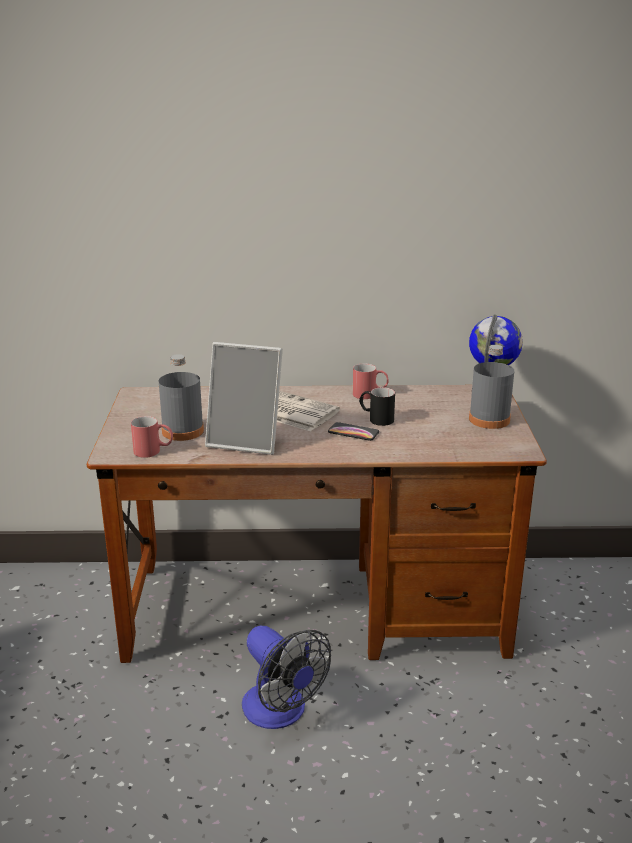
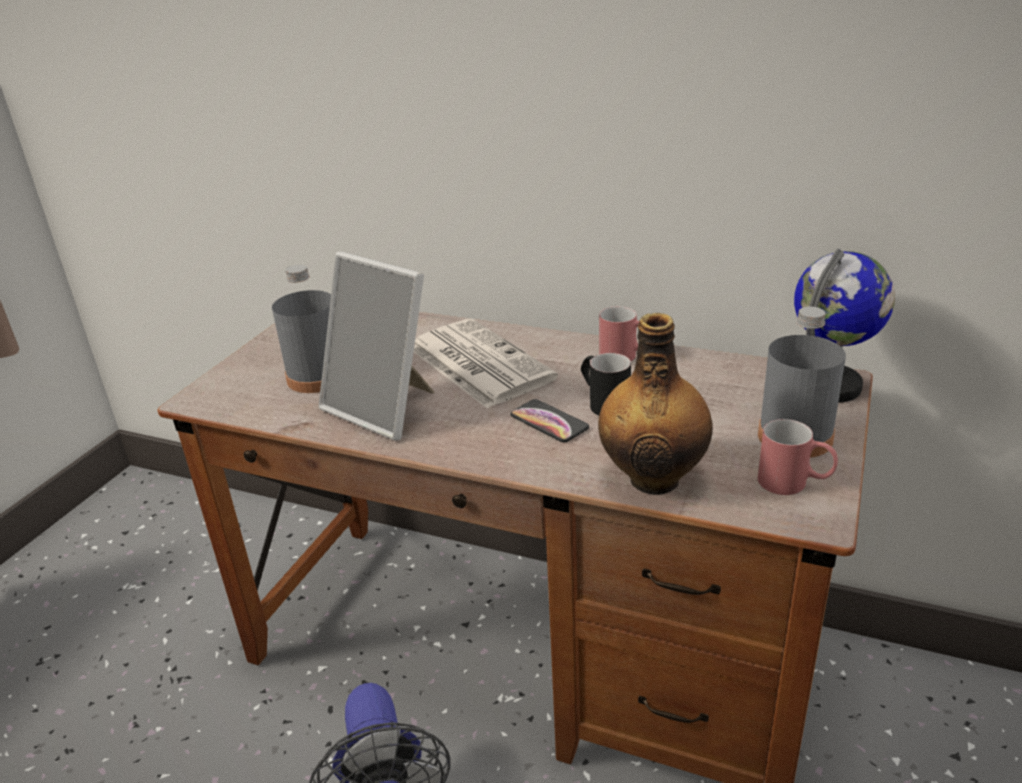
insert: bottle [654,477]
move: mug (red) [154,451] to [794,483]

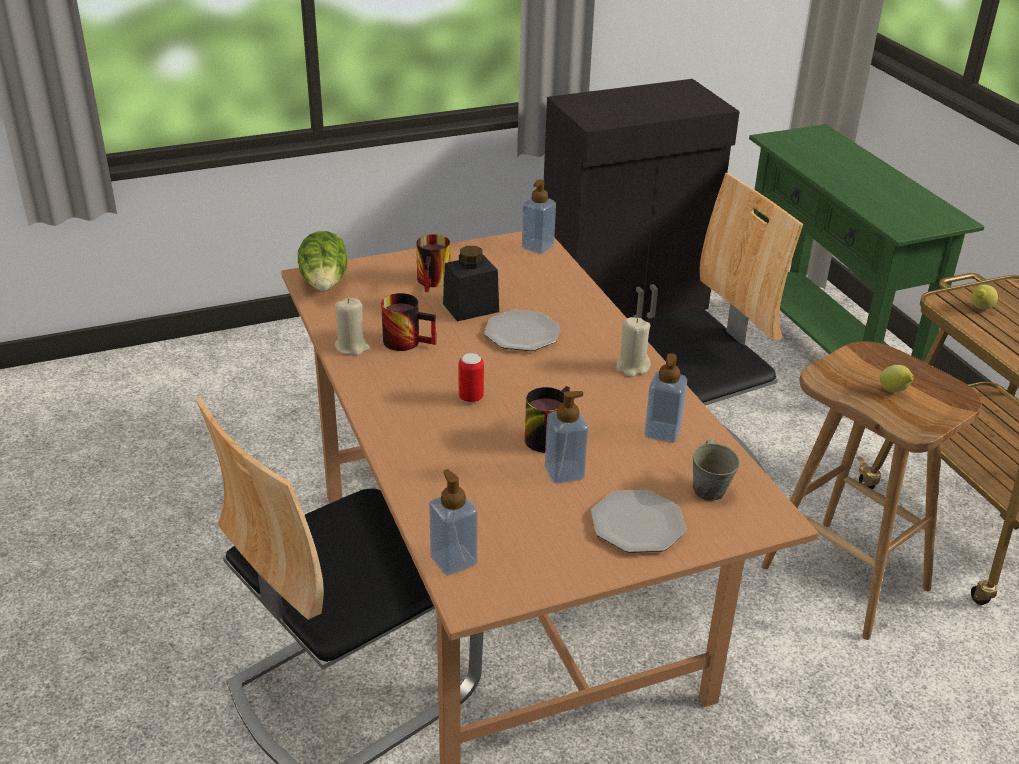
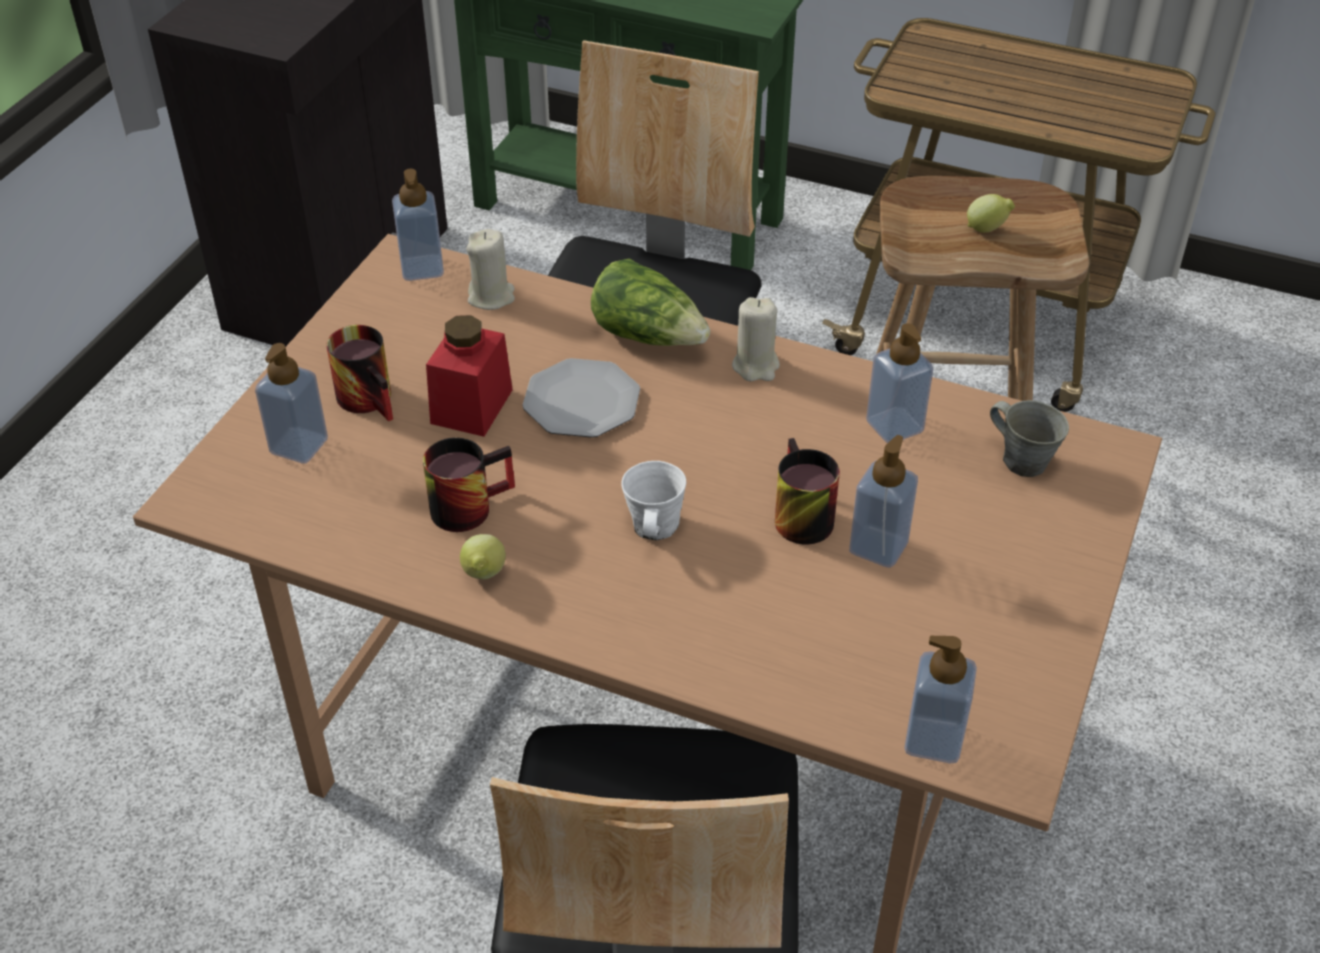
delete: plate [638,524]
insert: soap dispenser [299,446]
move: lettuce [325,283] to [649,335]; lemon [980,309] to [484,576]; candle (beige) [352,347] to [491,297]
replace: can [471,398] to mug (white) [654,528]
recolor: jar (black) [471,308] to jar (red) [471,406]

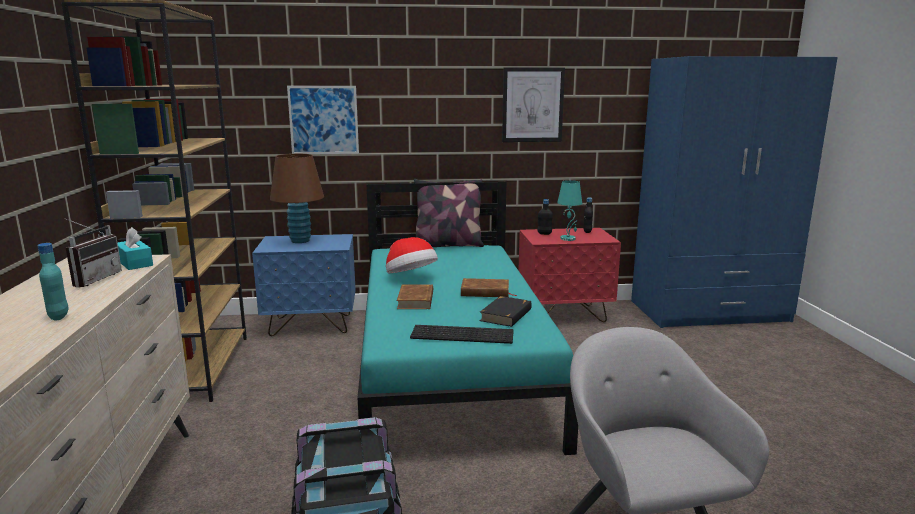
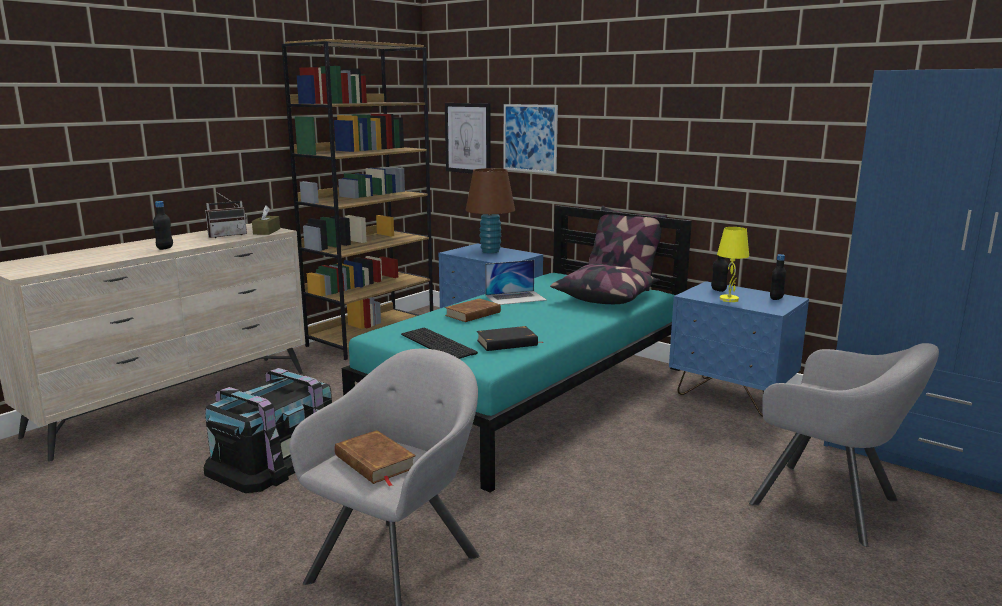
insert: pillow [605,298]; armchair (grey) [831,504]
move: picture [532,105] to [468,138]; book (brown) [485,292] to [374,462]
replace: hat [410,277] to laptop [516,298]
recolor: table lamp (turquoise) [568,239] to table lamp (yellow) [729,299]; tissue box (turquoise) [135,263] to tissue box (brown) [266,231]; nightstand (red) [564,315] to nightstand (blue) [732,396]; bottle (turquoise) [58,316] to bottle (black) [165,248]

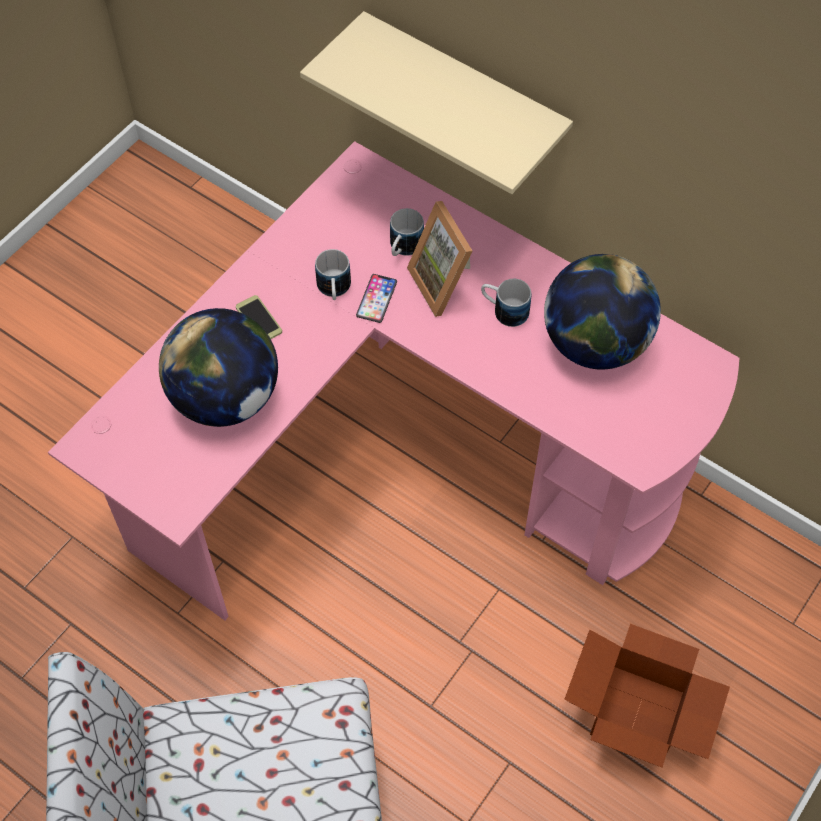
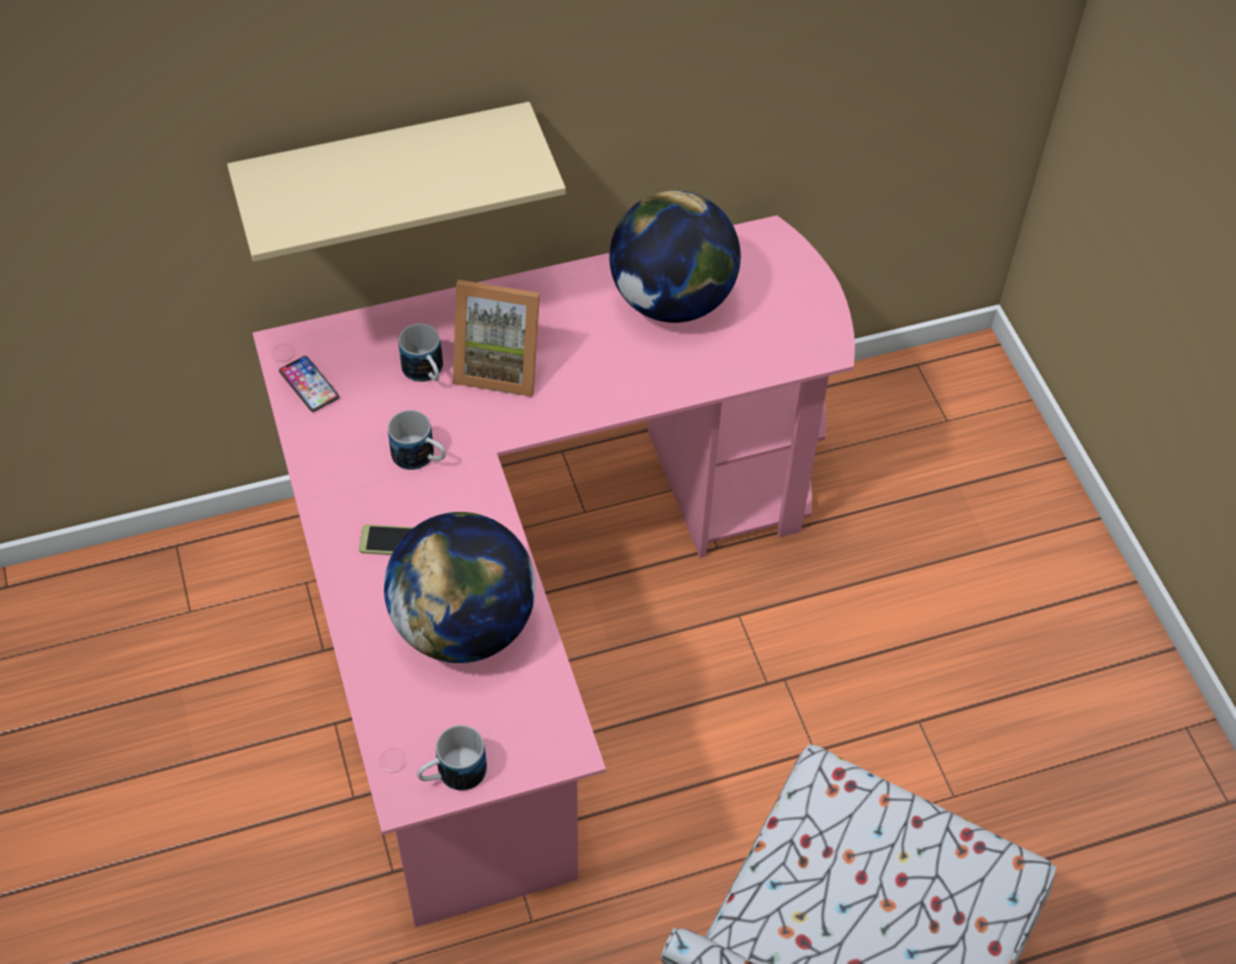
delete: cardboard box [639,716]
move: phone [376,299] to [309,384]; mug [504,310] to [452,775]

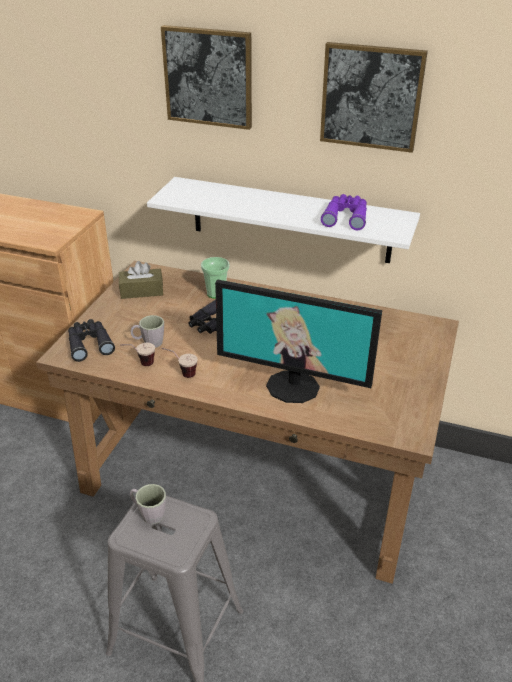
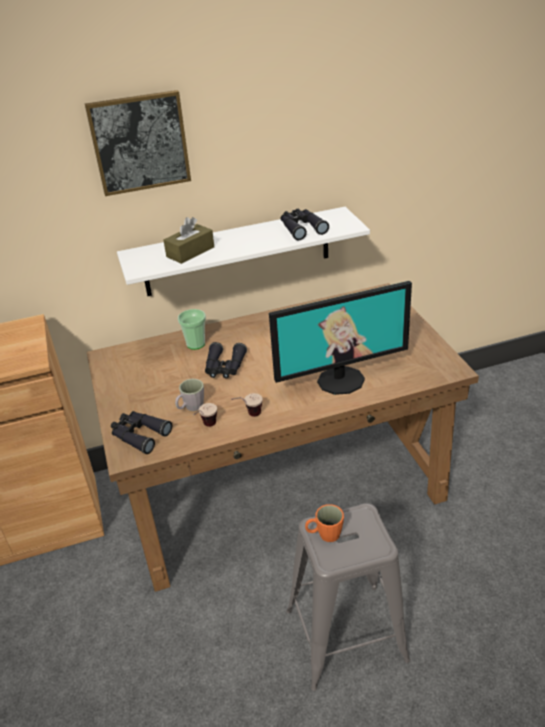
delete: picture [371,97]
move: tissue box (brown) [141,291] to [190,252]
recolor: binoculars (purple) [346,217] to binoculars (black) [301,228]; mug (grey) [148,513] to mug (orange) [324,534]

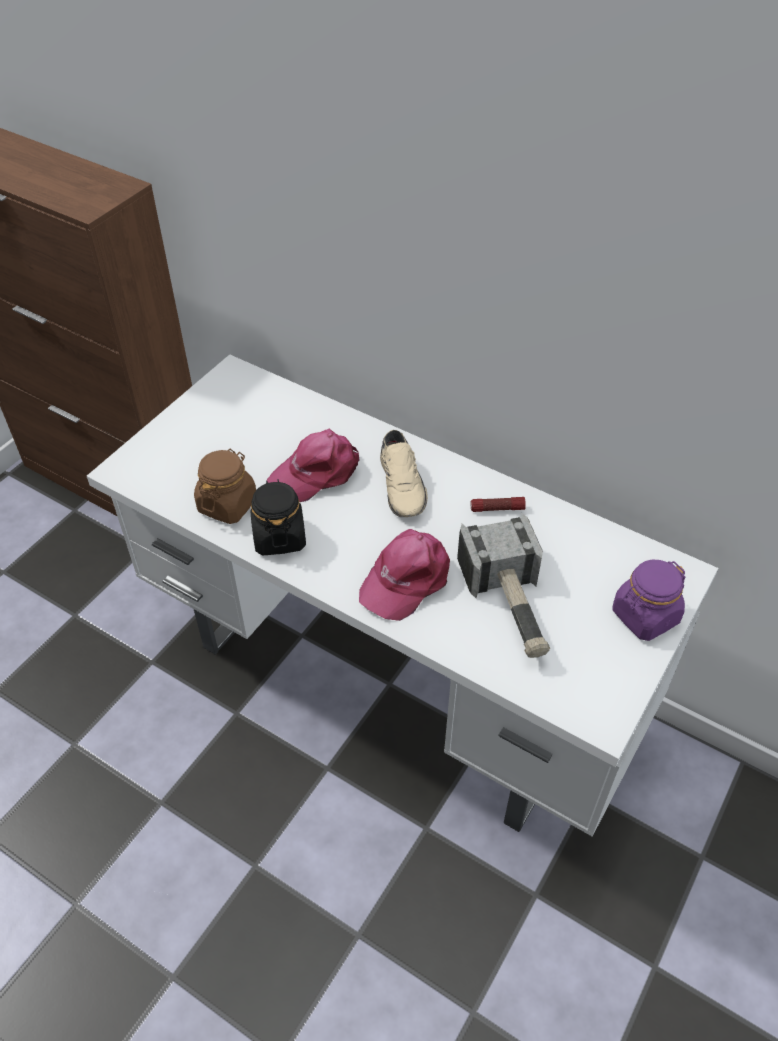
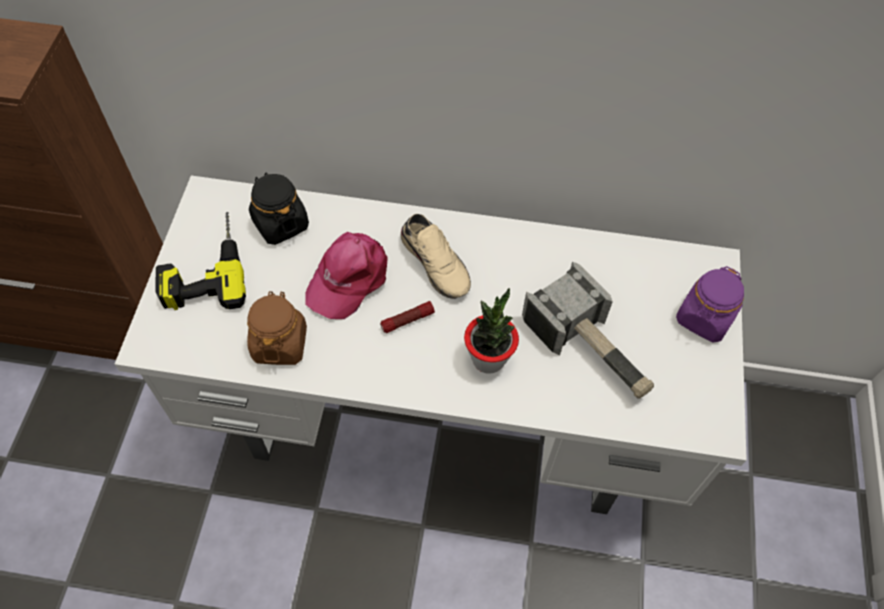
insert: power drill [203,267]
move: jar (black) [279,537] to [280,223]; flashlight [497,509] to [407,321]
replace: cap (pink) [406,579] to potted plant [488,359]

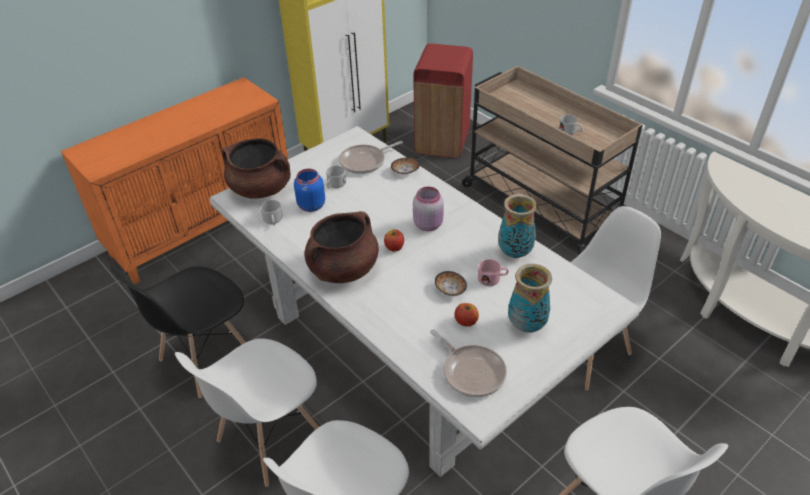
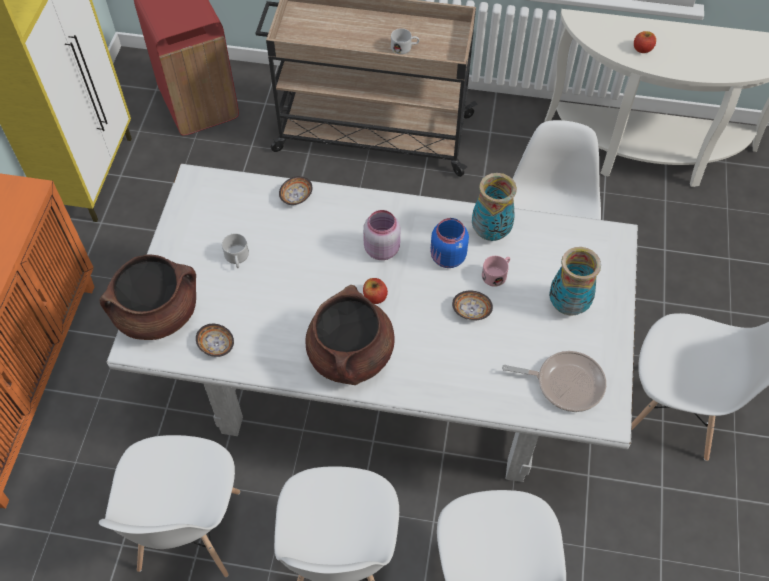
delete: frying pan [365,162]
move: jar (blue) [310,206] to [447,258]; apple [466,321] to [642,49]
replace: mug (white) [273,221] to bowl [216,345]
recolor: chair (black) [206,359] to chair (white) [189,532]

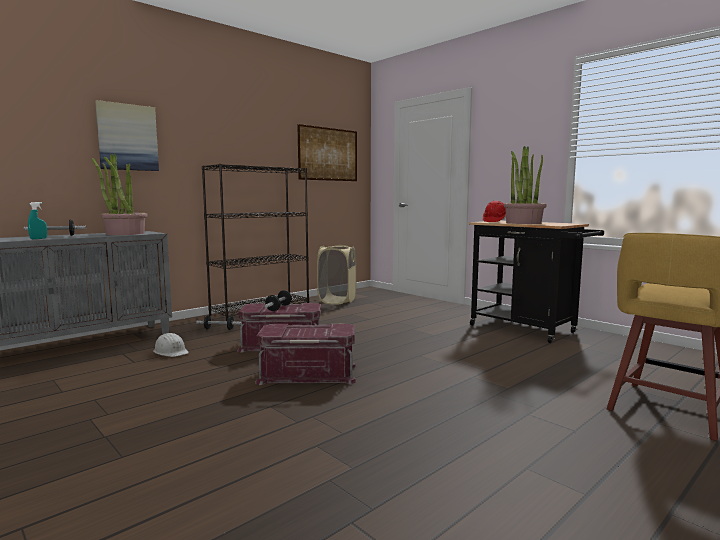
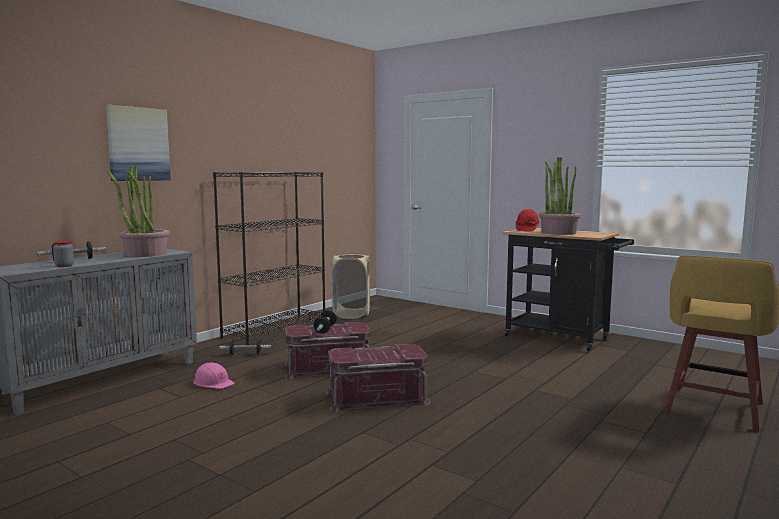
delete: picture [328,154]
replace: spray bottle (turquoise) [38,239] to jar [64,266]
recolor: hard hat (white) [171,352] to hard hat (pink) [213,383]

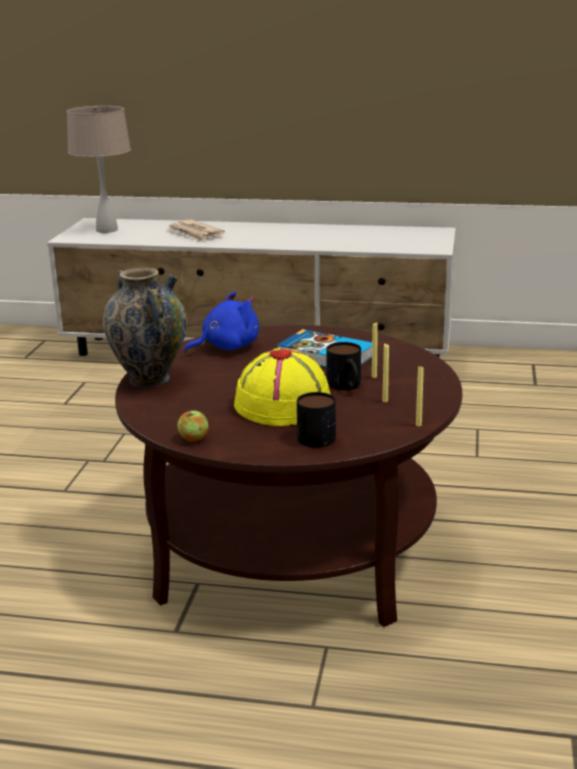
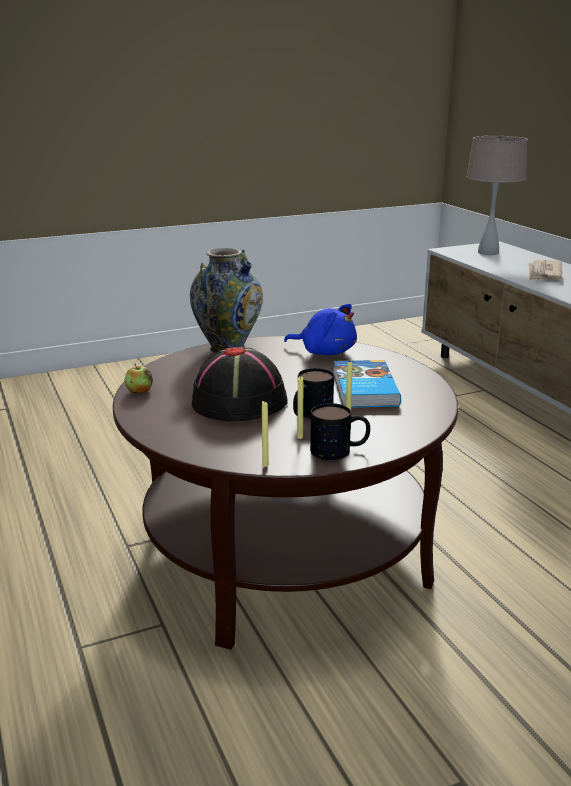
move: mug [321,434] to [340,450]
recolor: hat (yellow) [283,404] to hat (black) [240,401]

